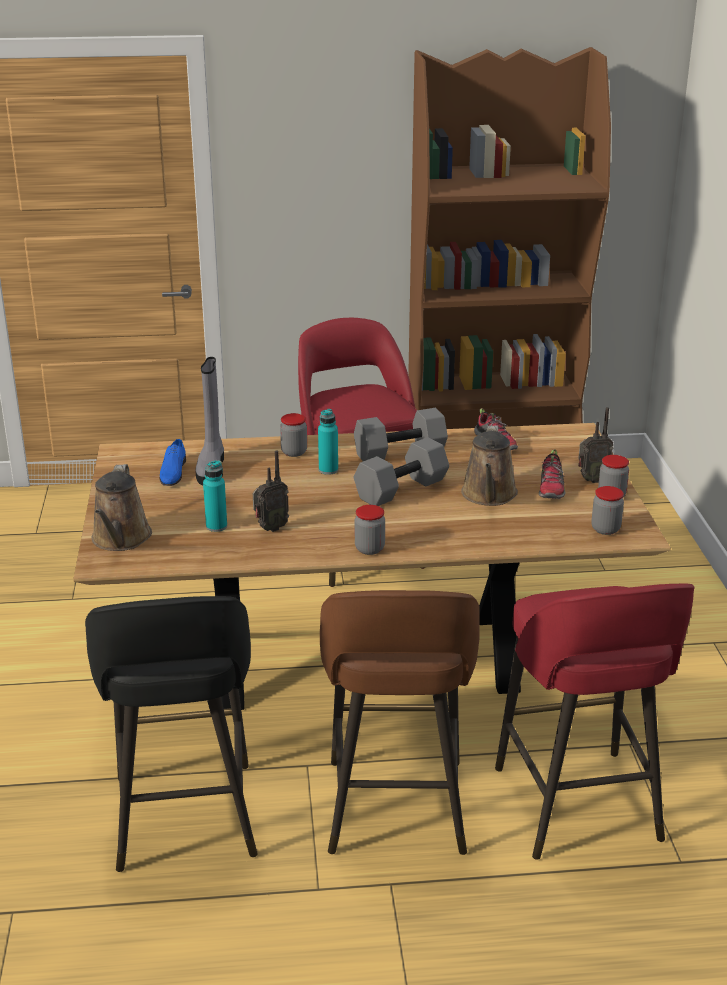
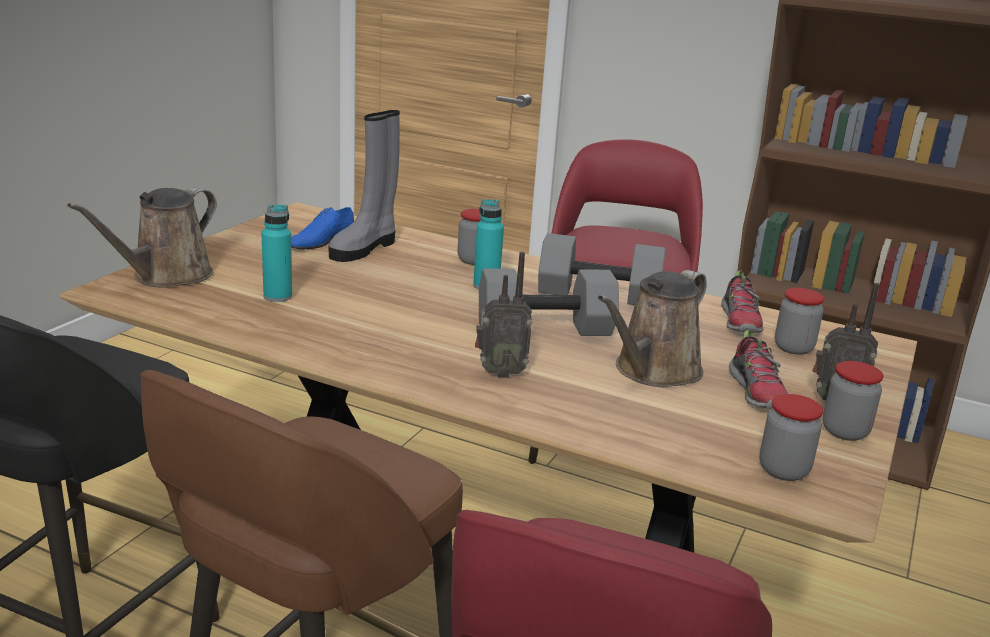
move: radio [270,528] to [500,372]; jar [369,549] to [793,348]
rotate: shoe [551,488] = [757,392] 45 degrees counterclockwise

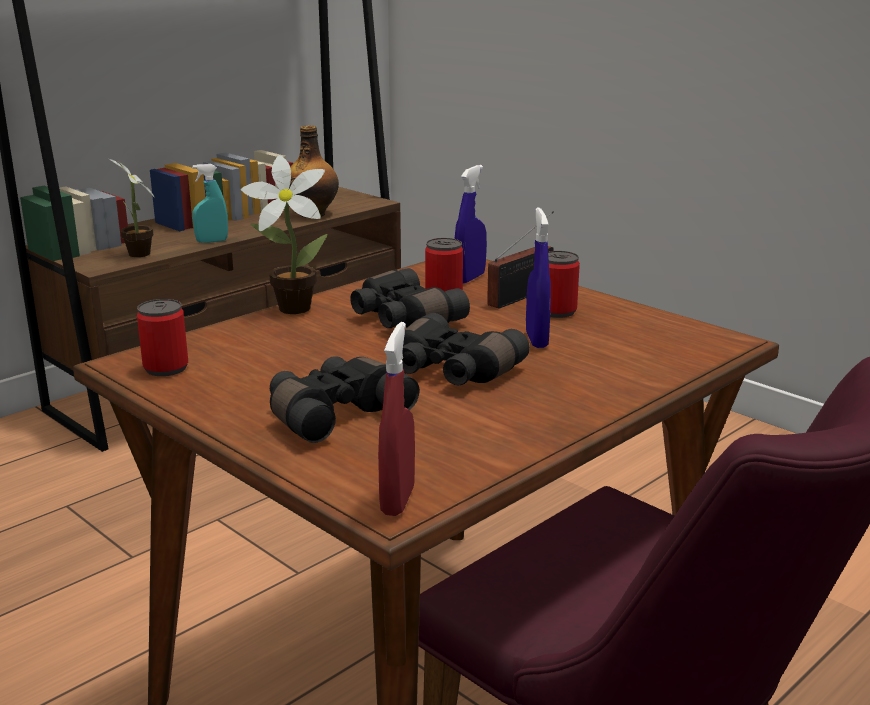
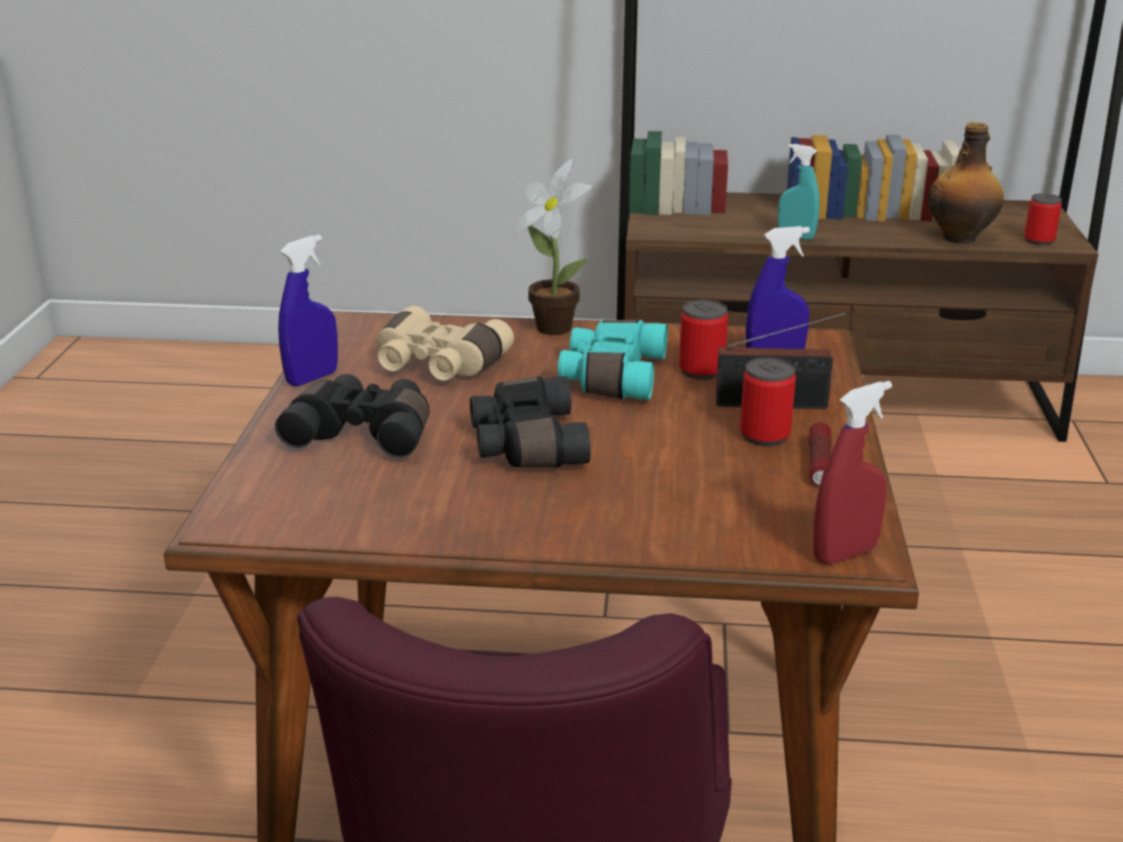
delete: potted plant [138,255]
insert: binoculars (beige) [436,365]; flashlight [819,464]
move: spray bottle (blue) [536,340] to [312,378]; can [166,368] to [1039,240]; spray bottle (red) [397,500] to [844,554]
recolor: binoculars (black) [402,319] to binoculars (turquoise) [610,377]

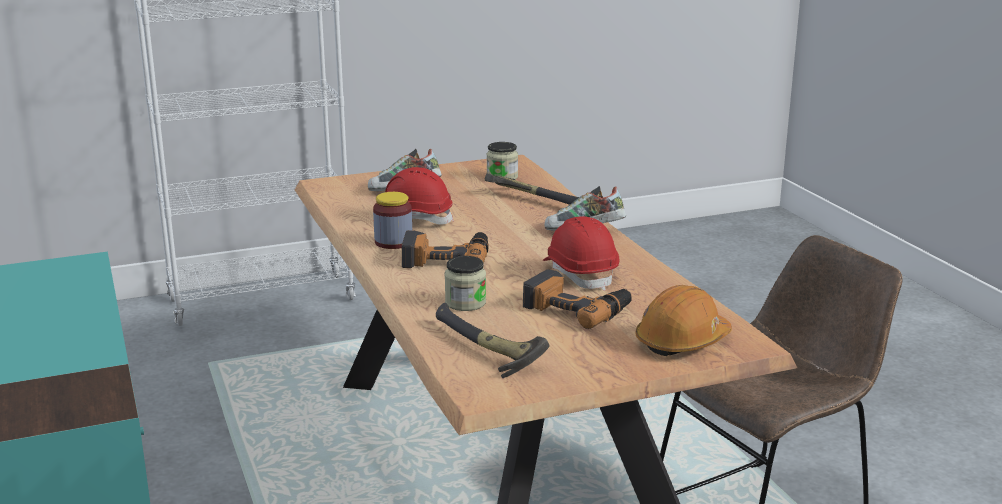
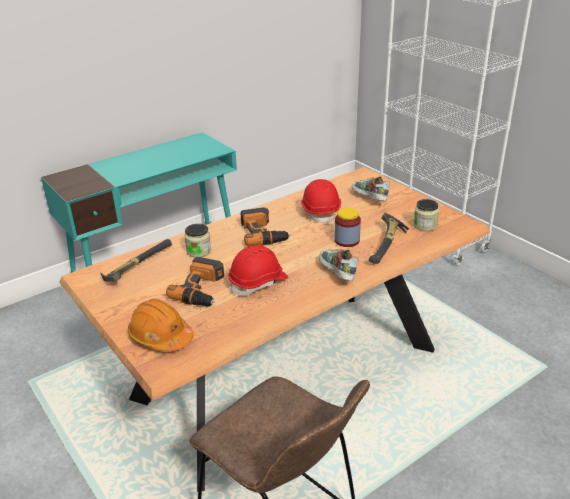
move: jar [393,242] to [347,240]

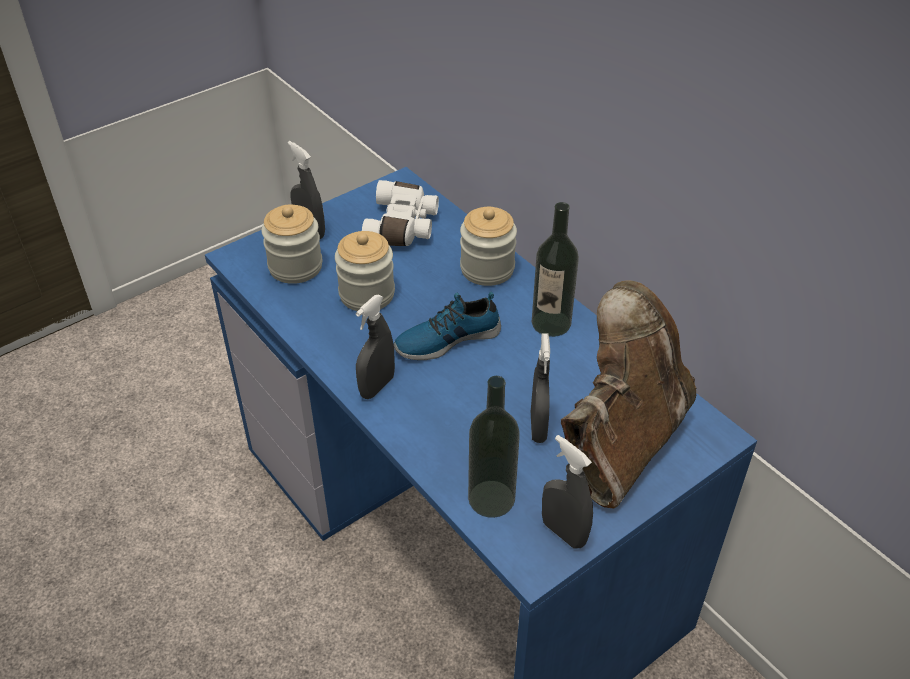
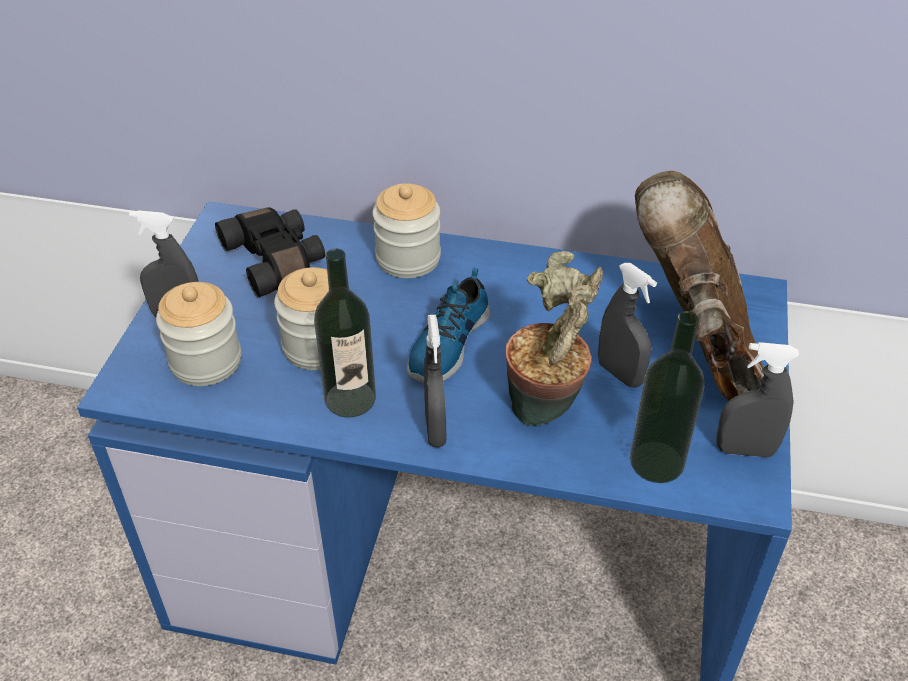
insert: potted plant [547,409]
move: bottle [551,323] to [350,398]
recolor: binoculars (white) [403,226] to binoculars (black) [276,260]

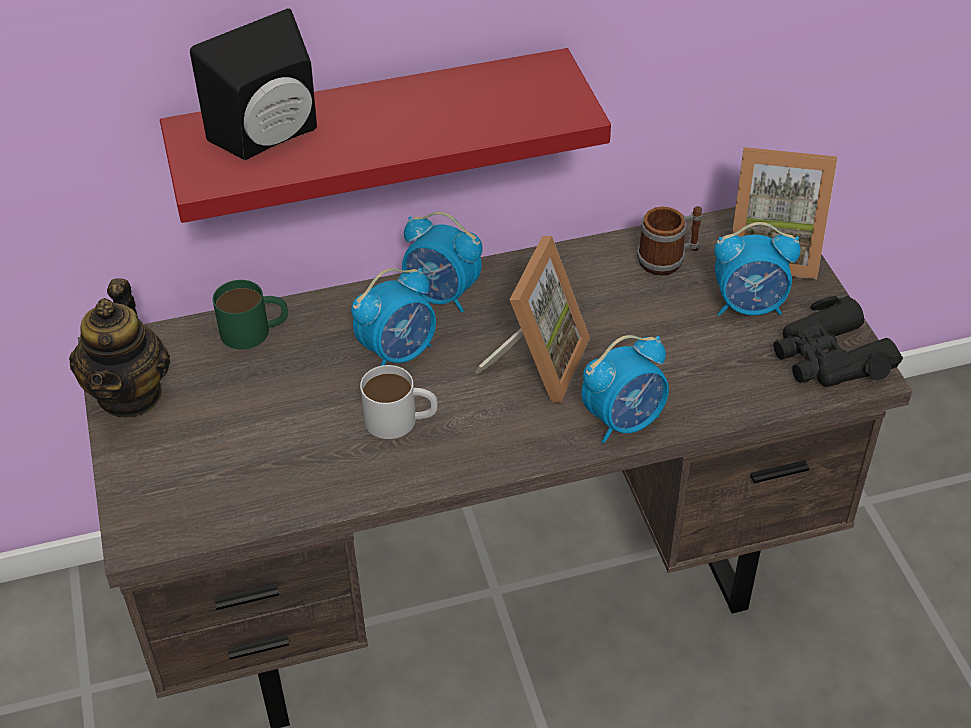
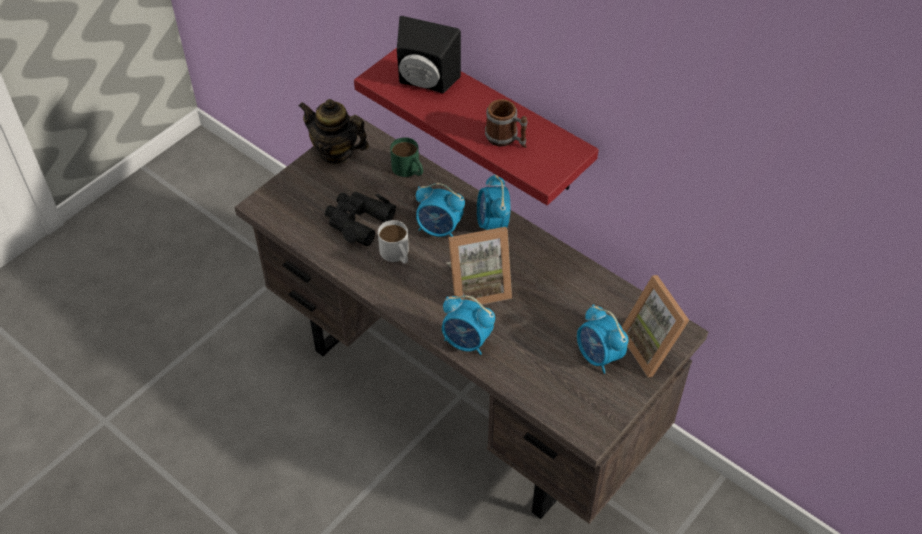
move: mug [668,259] to [506,139]; binoculars (black) [829,358] to [358,221]
rotate: teapot [130,394] = [336,152] 60 degrees clockwise

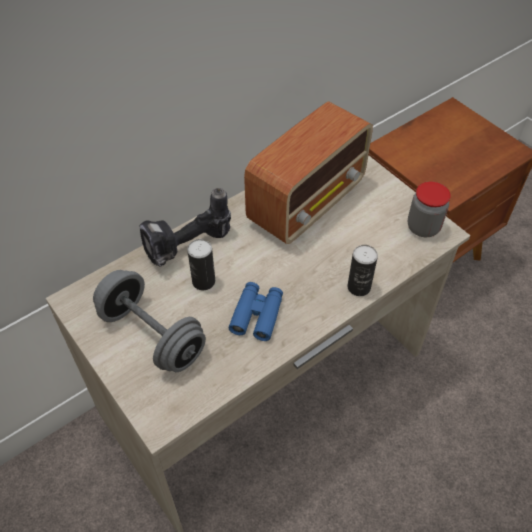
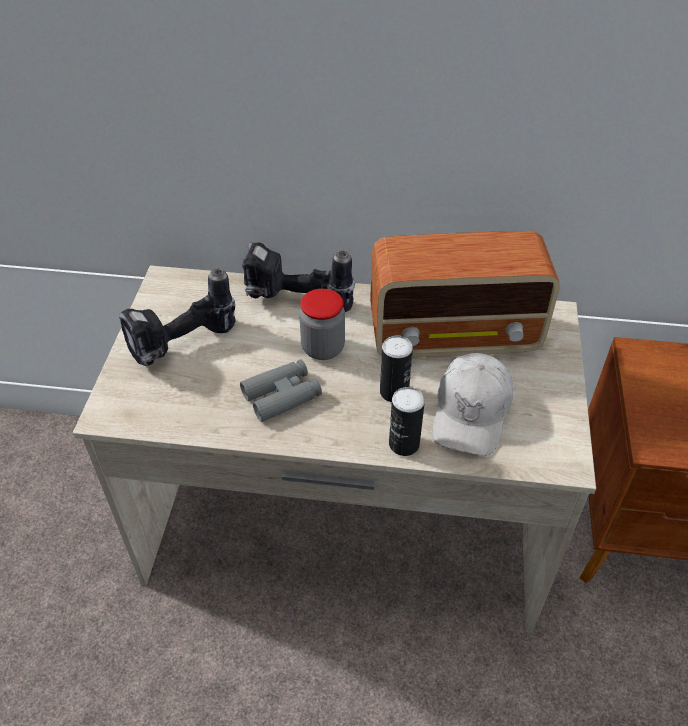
insert: cap (white) [471,412]
move: jar [423,227] to [323,348]; can [203,281] to [394,392]
replace: dumbbell (grey) [152,335] to power drill [184,347]
recolor: binoculars (blue) [257,315] to binoculars (grey) [282,396]

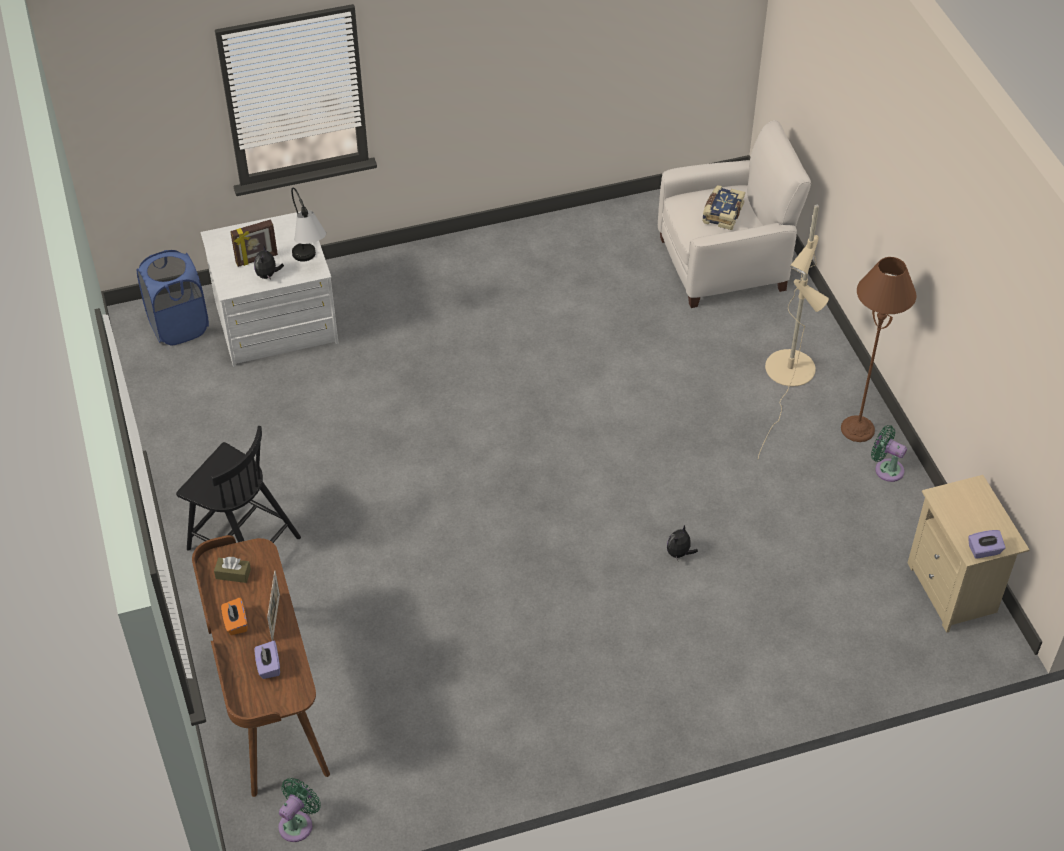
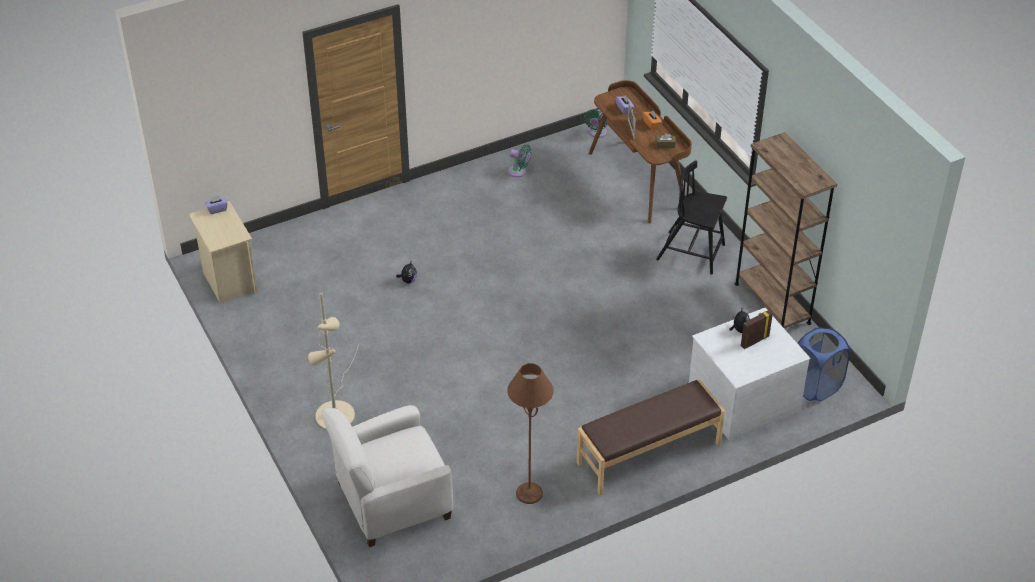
delete: book [722,213]; table lamp [310,263]
insert: bookcase (brown) [772,303]; bench (brown) [649,454]
move: floor lamp (brown) [857,429] to [529,493]; fan (green) [886,469] to [519,172]

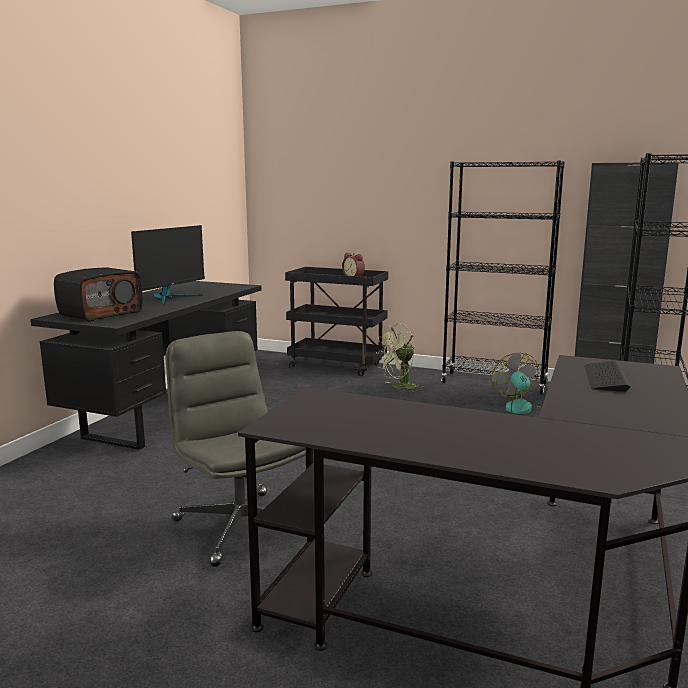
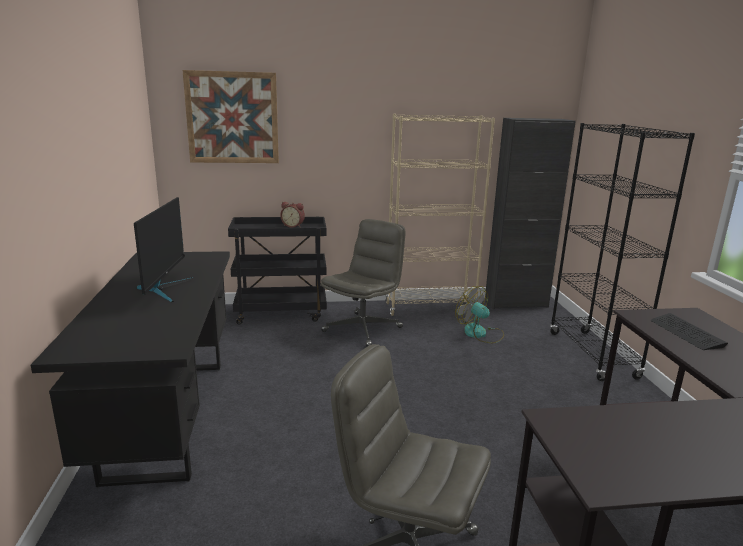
delete: radio [101,313]
insert: picture [232,118]
replace: fan (green) [399,388] to office chair (grey) [363,329]
recolor: bookcase (black) [494,383] to bookcase (beige) [430,308]

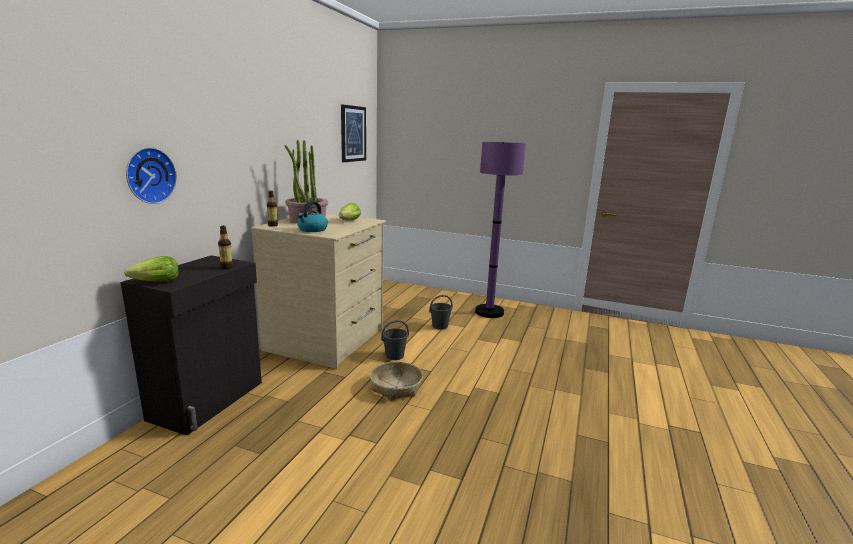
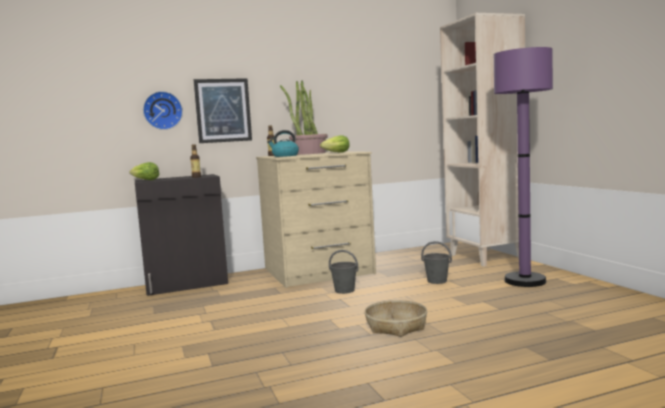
insert: bookcase (beige) [486,257]
move: picture [353,134] to [223,110]; basket [396,387] to [396,326]

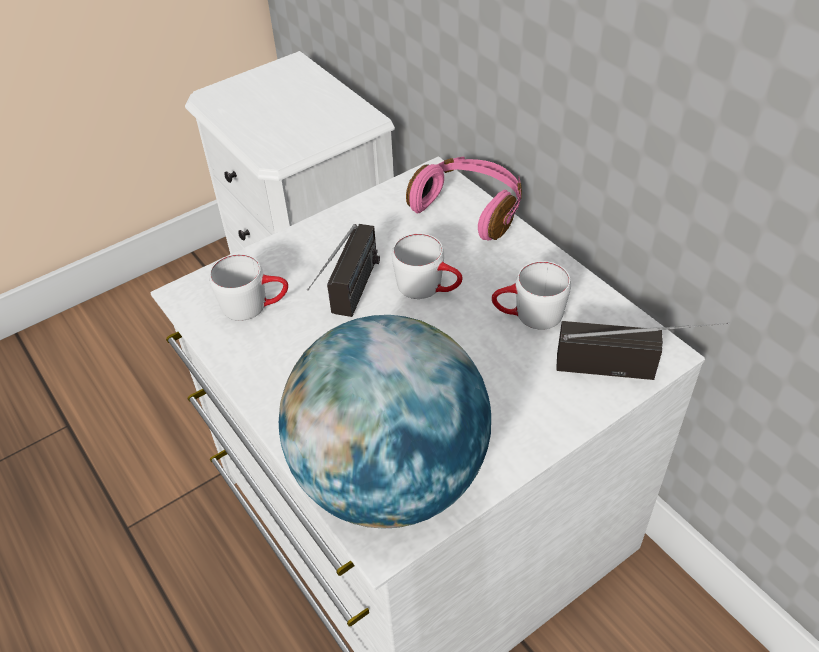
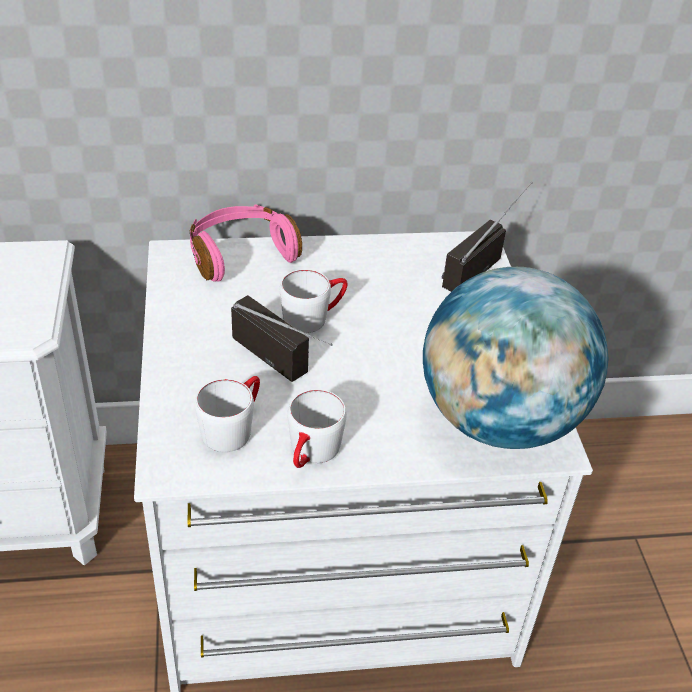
move: mug (white) [528,315] to [311,454]

